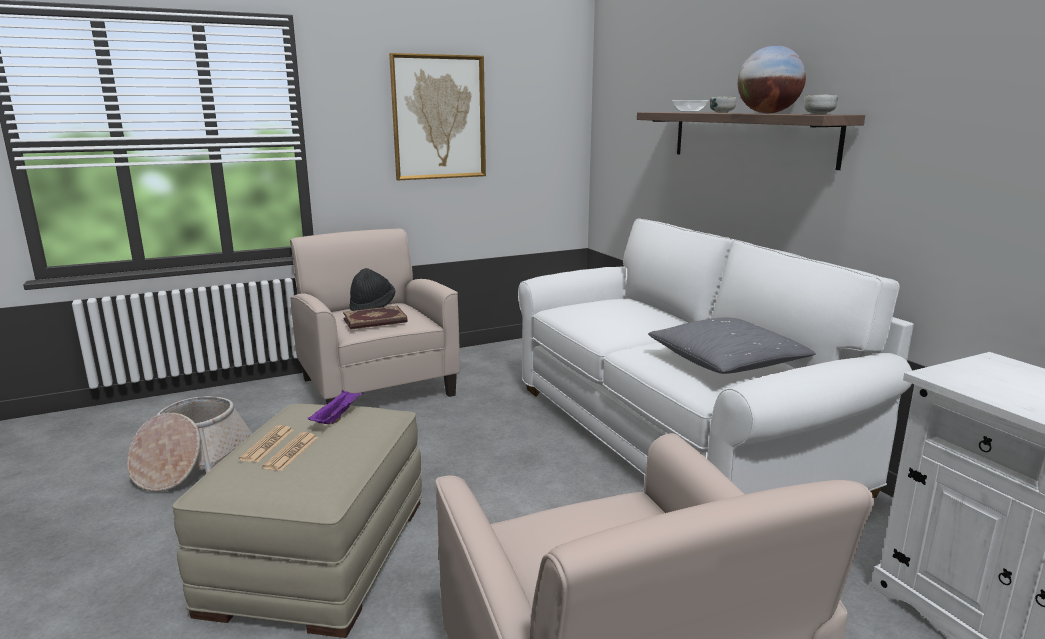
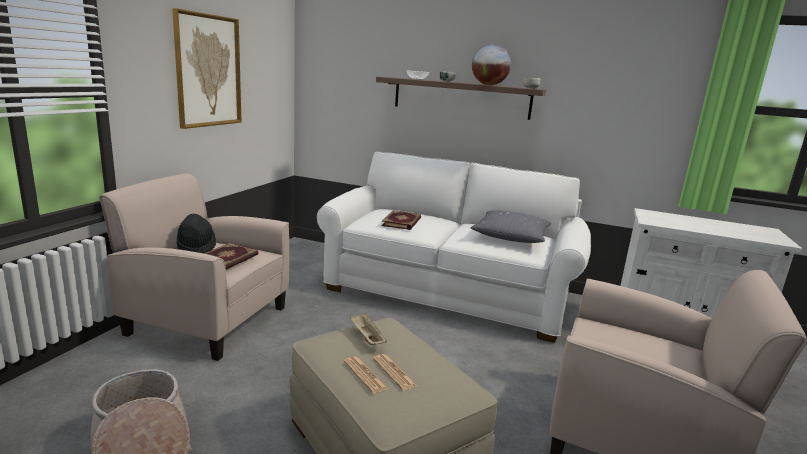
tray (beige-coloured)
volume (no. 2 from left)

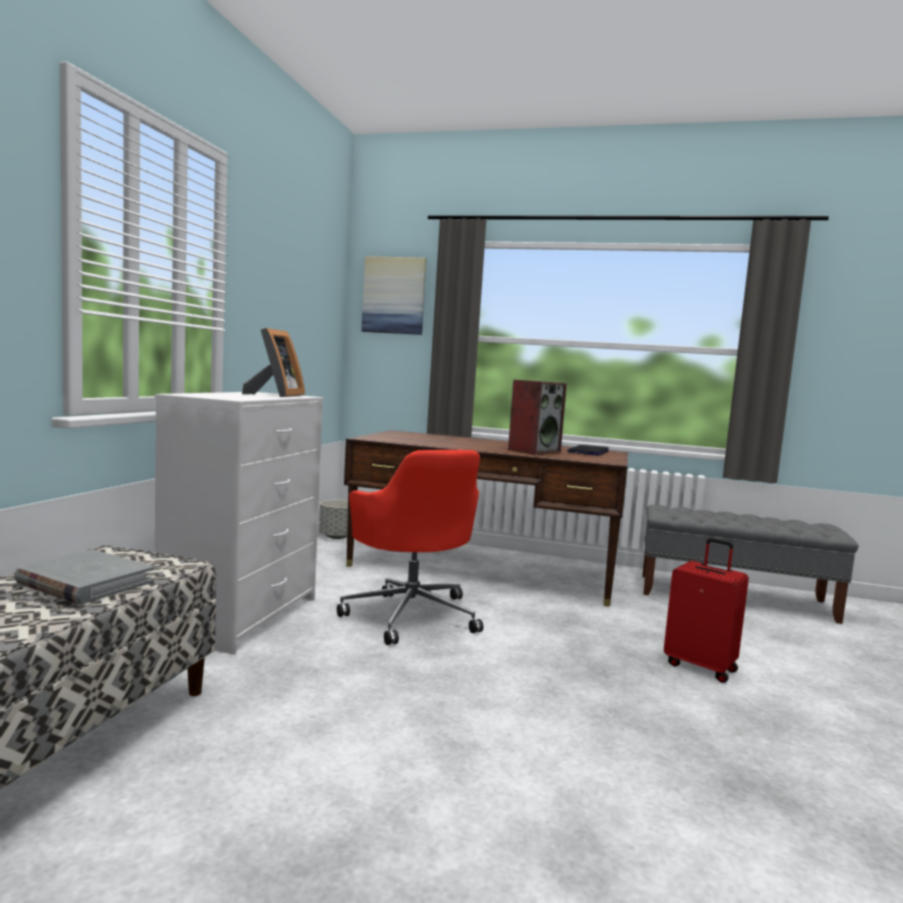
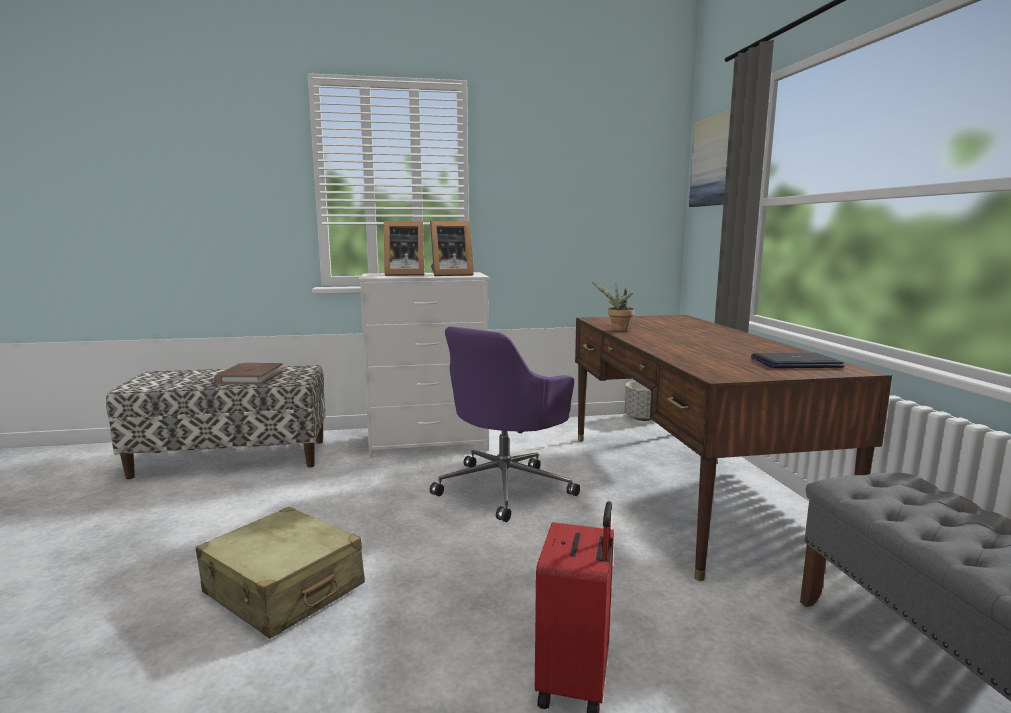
piece of luggage (beige-coloured)
volume (brownish)
standing frame (no. 1 from left)
desk chair (purplish)
potted plant
speaker

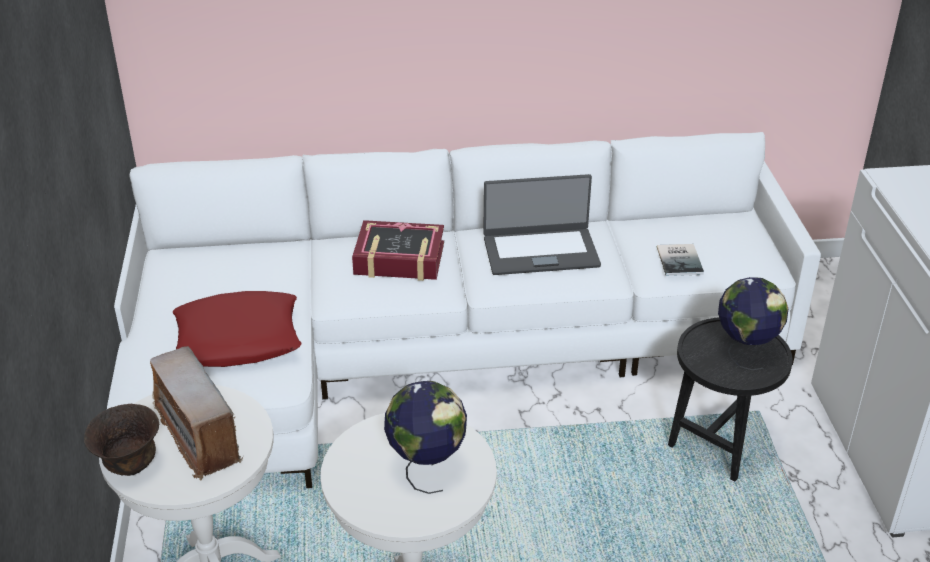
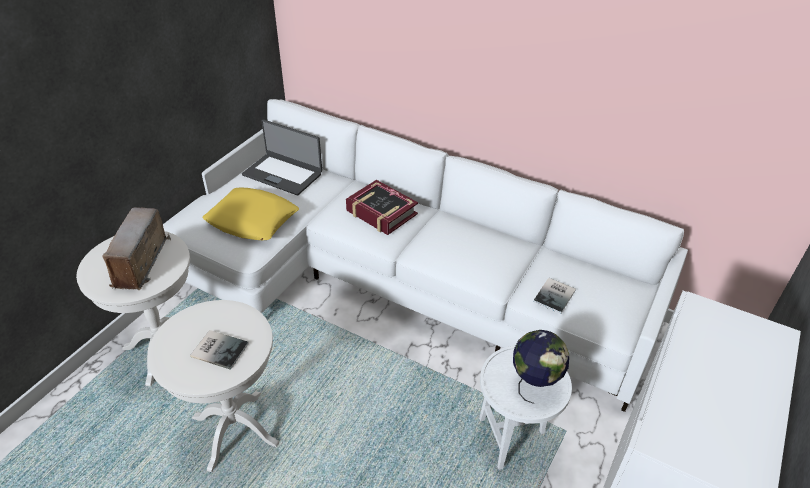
volume (no. 1 from left)
pillow (yellow-coloured)
laptop
accent table (white-coloured) (no. 3 from left)
serving bowl (brownish)

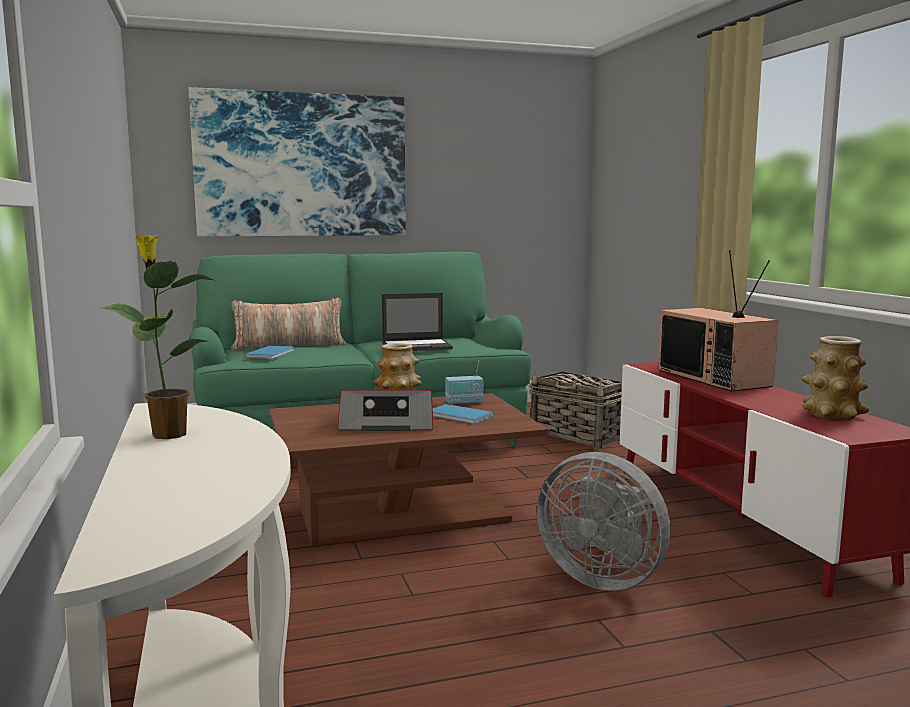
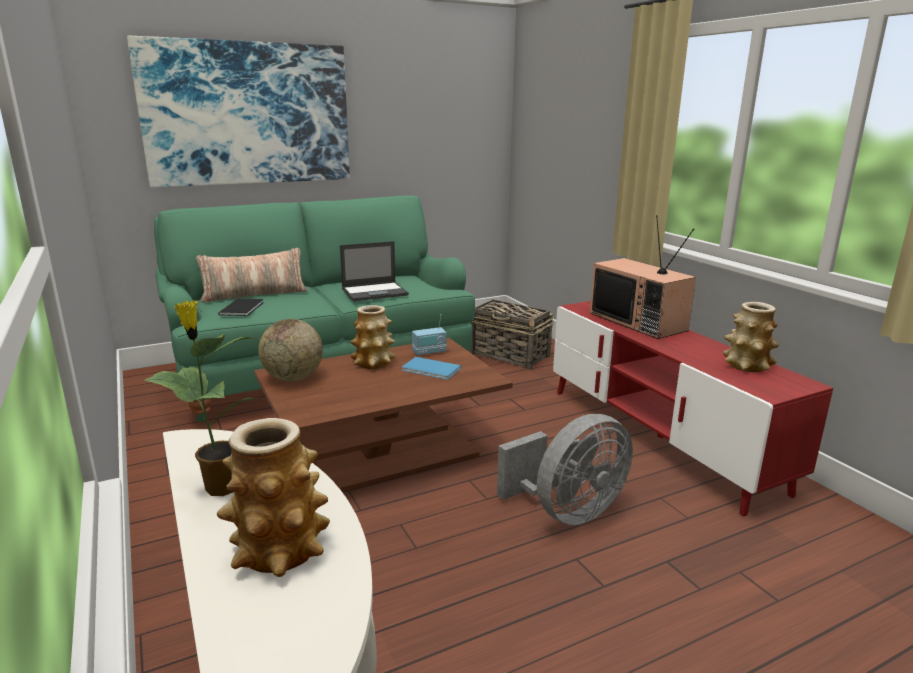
flower vase (no. 1 from left)
volume (black)
desk globe
electric fan (greyish)
radio receiver (no. 1 from left in the first image)

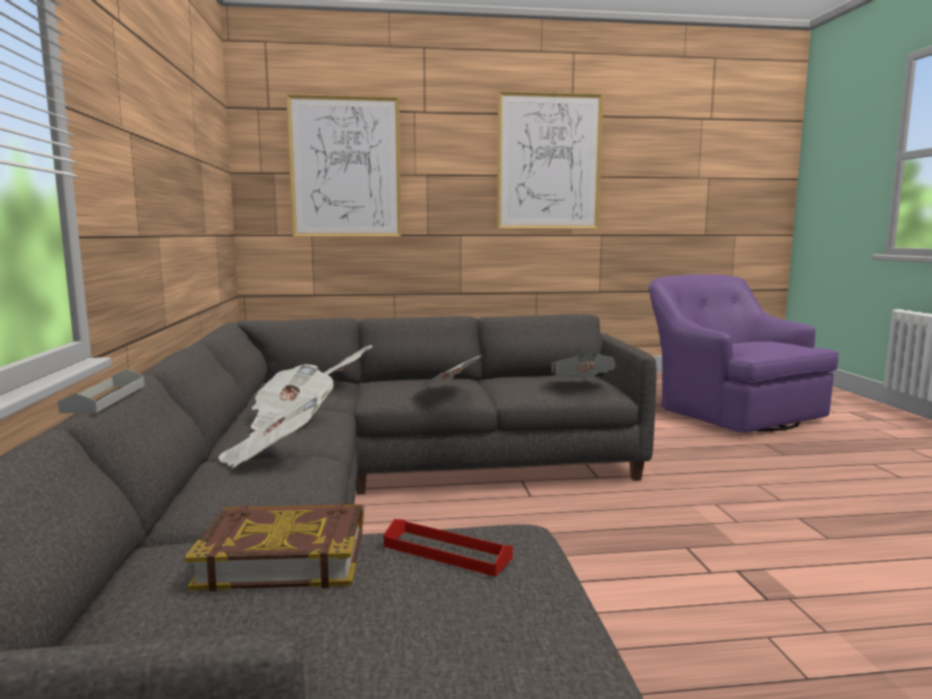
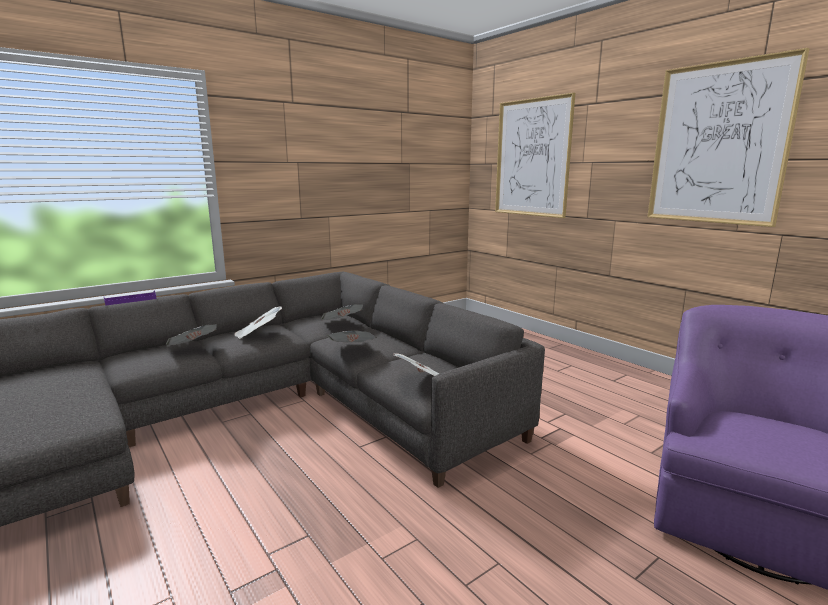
tray (purplish)
volume
tray (red)

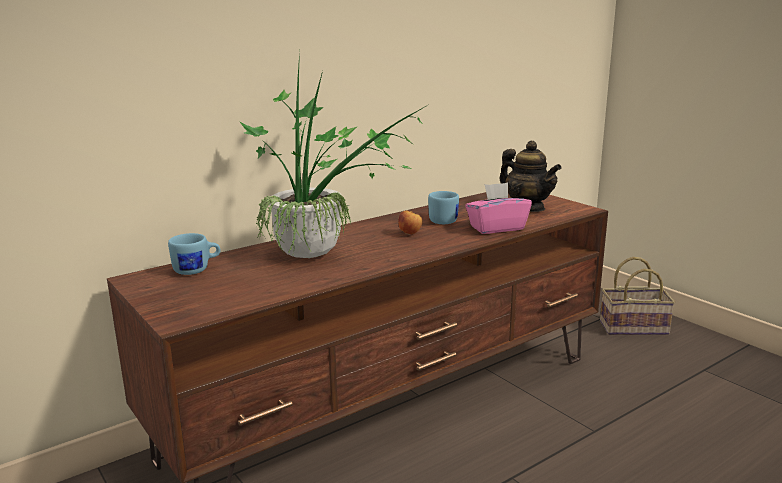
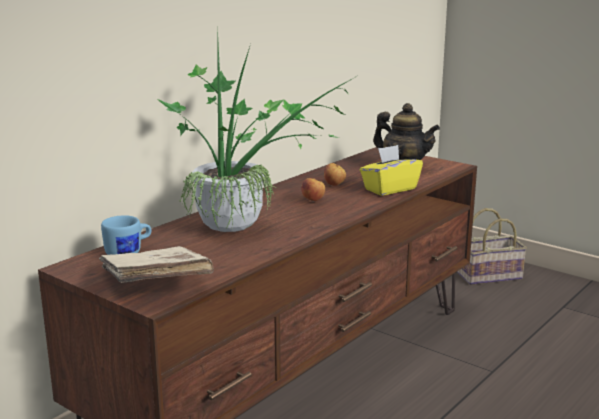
volume (beige-coloured)
whole apple (no. 2 from left)
tissue holder (yellow-coloured)

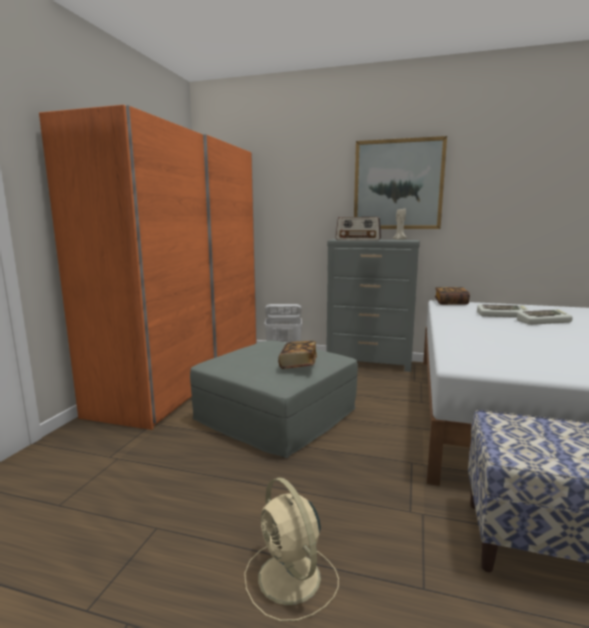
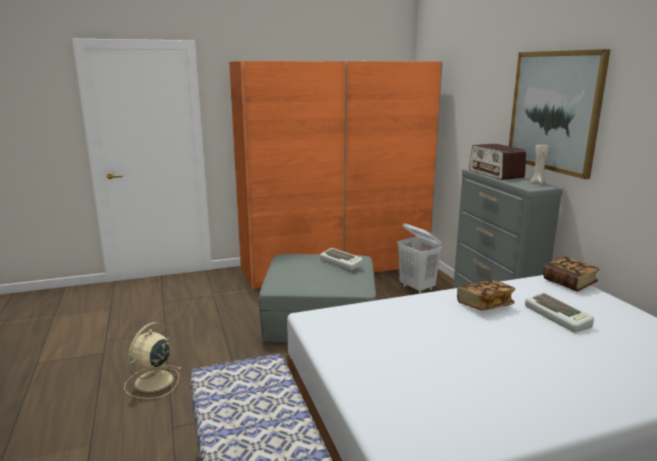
computer keyboard (no. 1 from left)
volume (no. 1 from left)

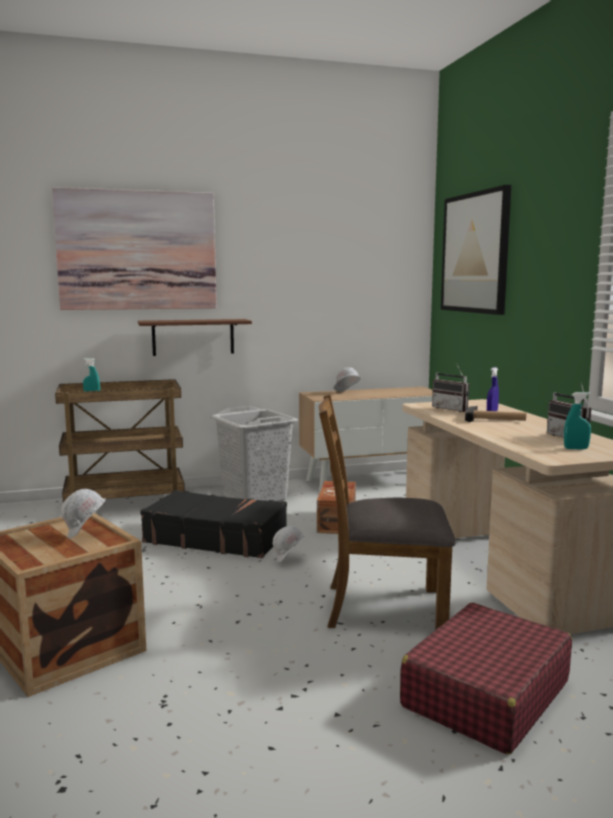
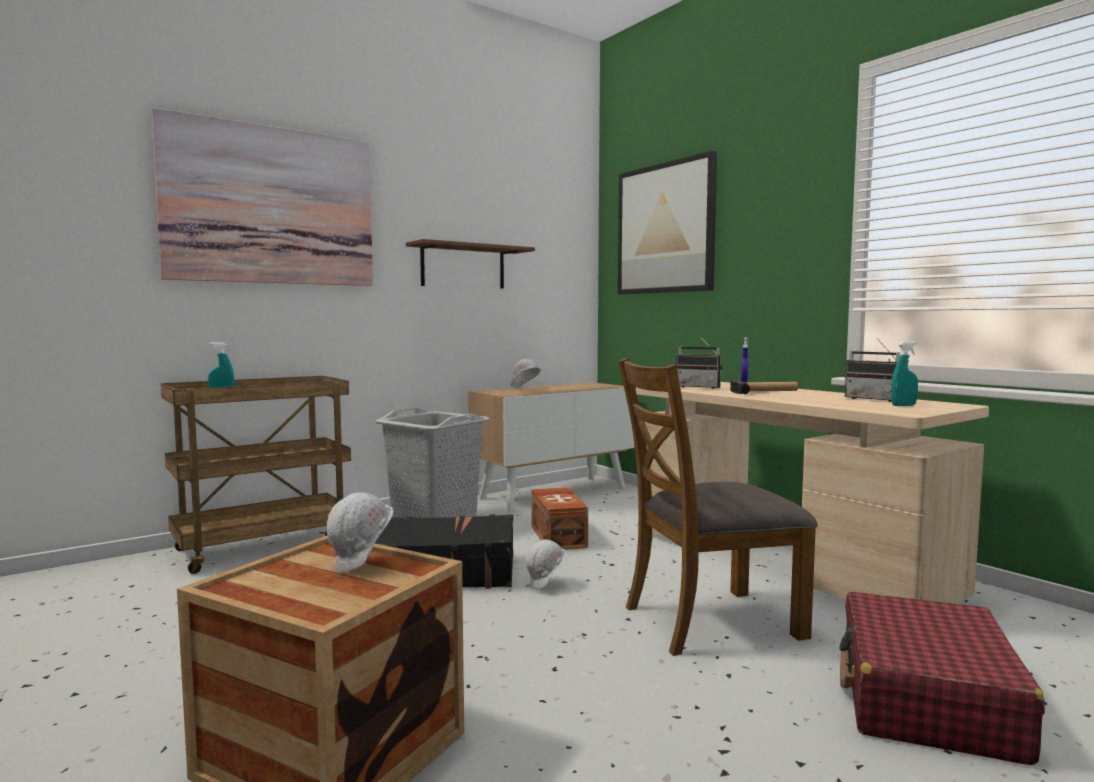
bracket shelf (brownish)

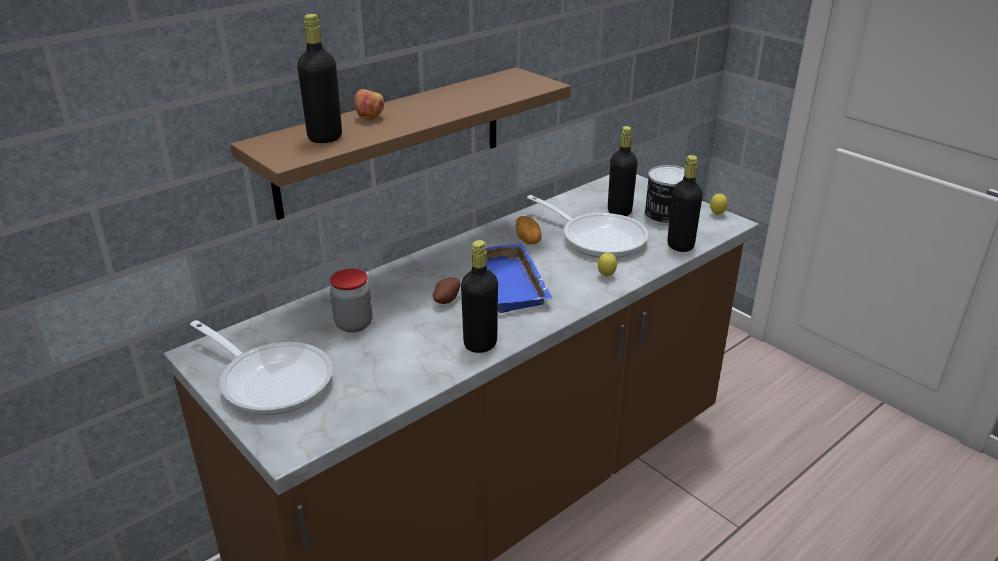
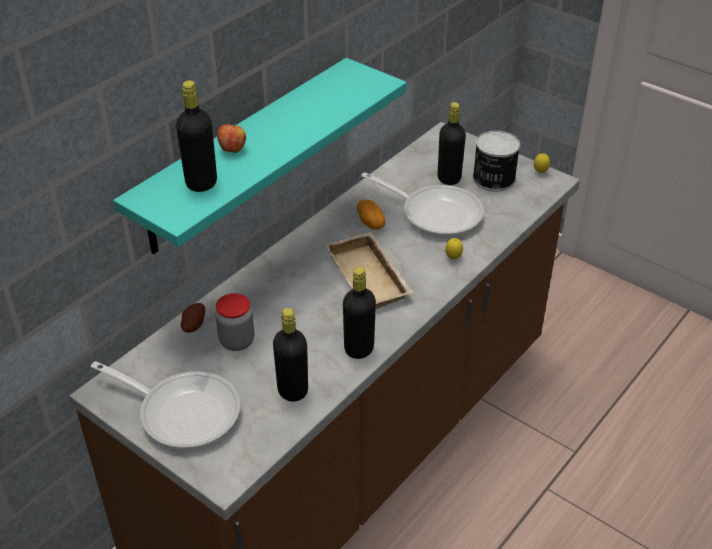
bracket shelf (blue-green)
whole potato (no. 1 from left)
drink bottle (black) (no. 2 from left)
tray (beige-coloured)

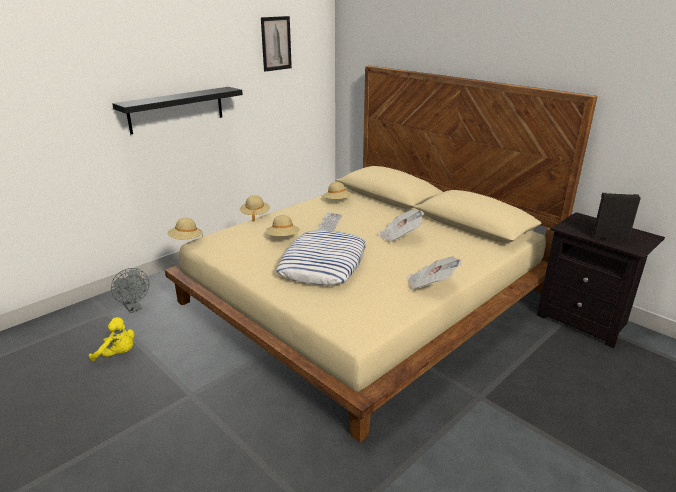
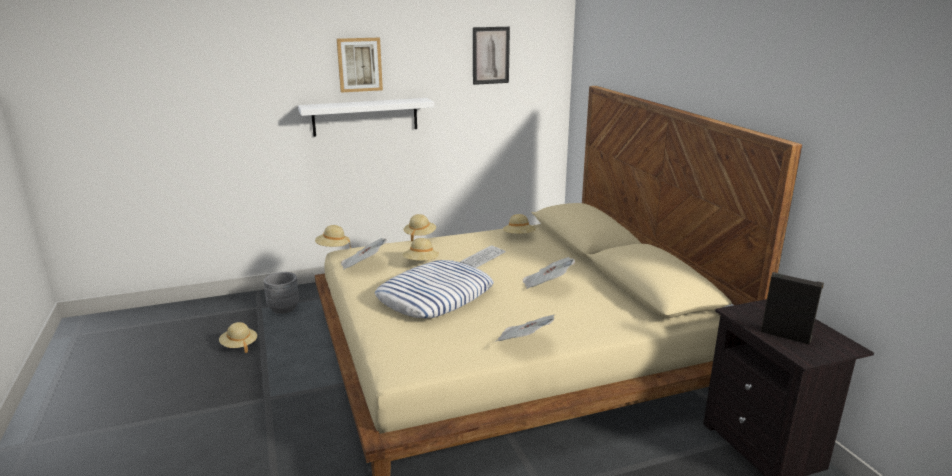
wearable hat (beige-coloured) (no. 1 from left)
flower pot (greyish)
bracket shelf (white-coloured)
picture (no. 1 from left)
daily paper (no. 1 from left)

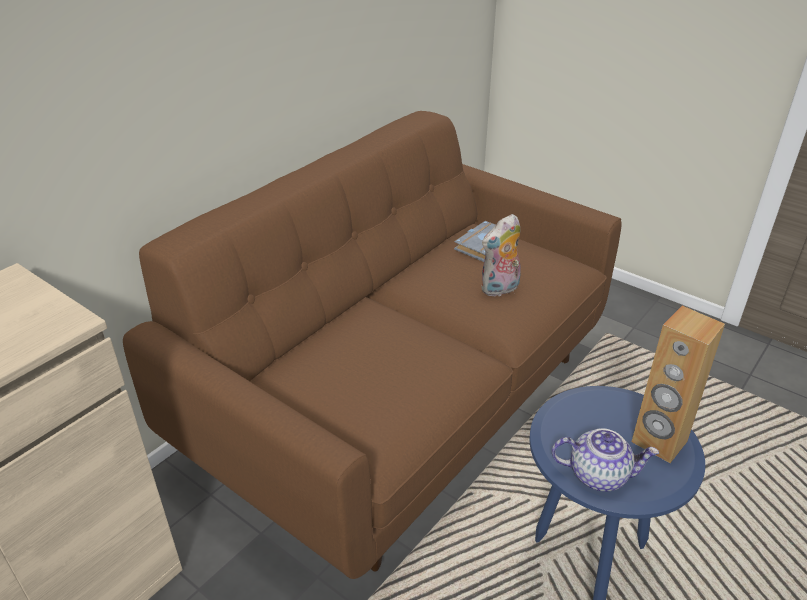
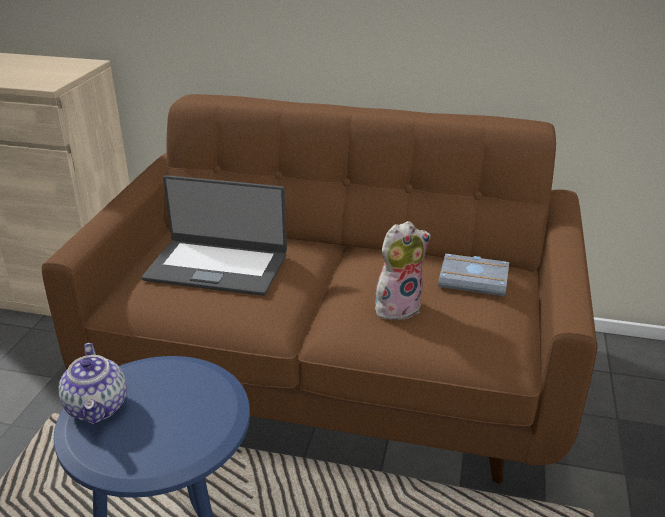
laptop
plush toy
speaker (brownish)

